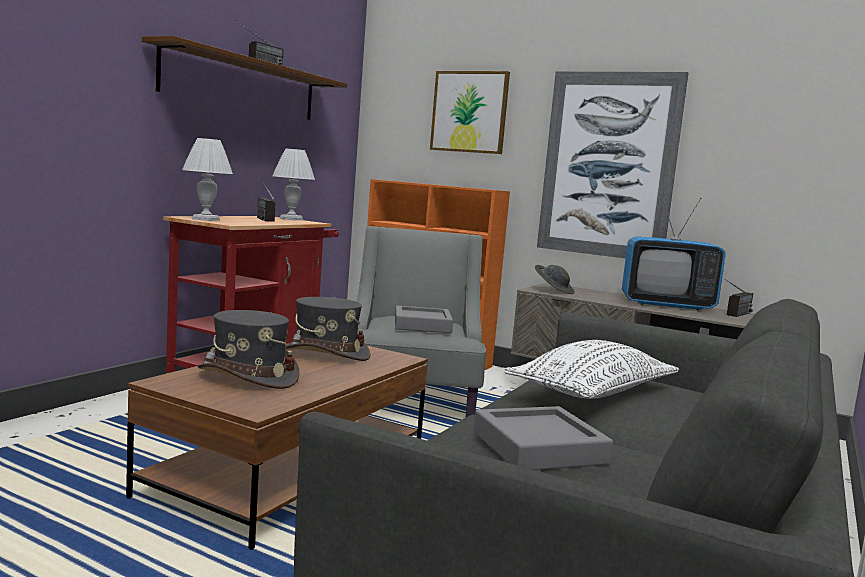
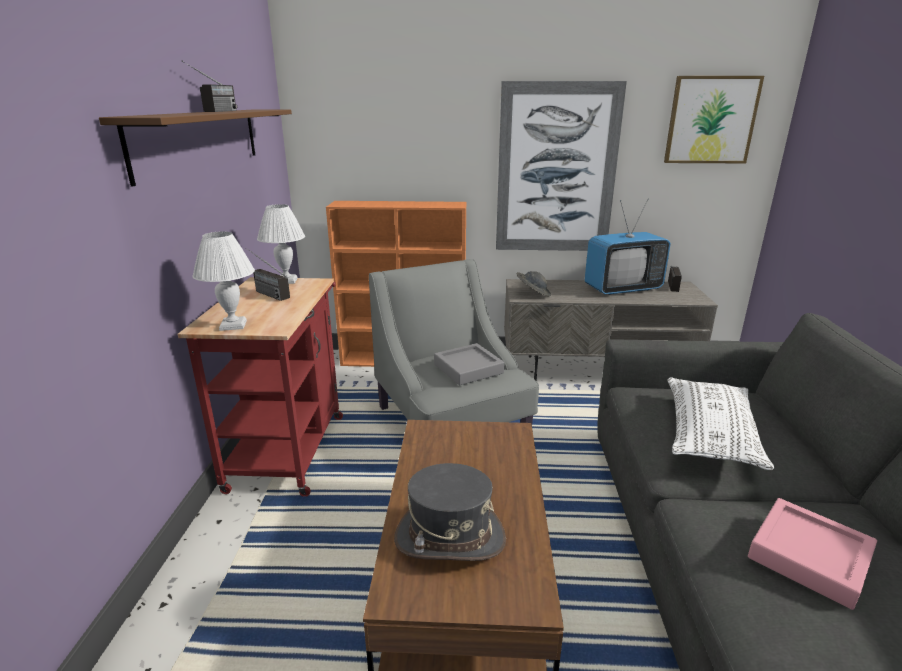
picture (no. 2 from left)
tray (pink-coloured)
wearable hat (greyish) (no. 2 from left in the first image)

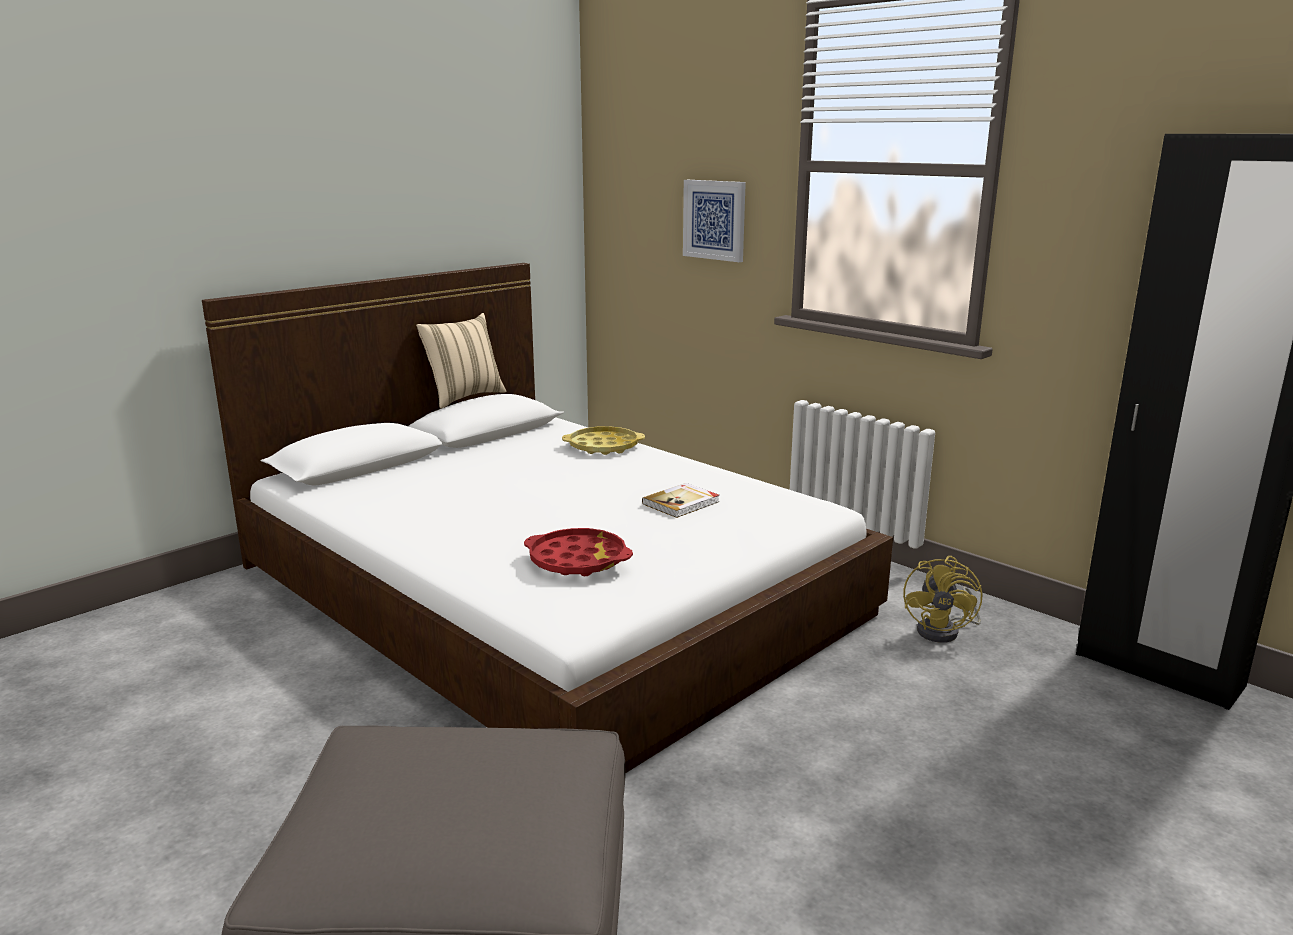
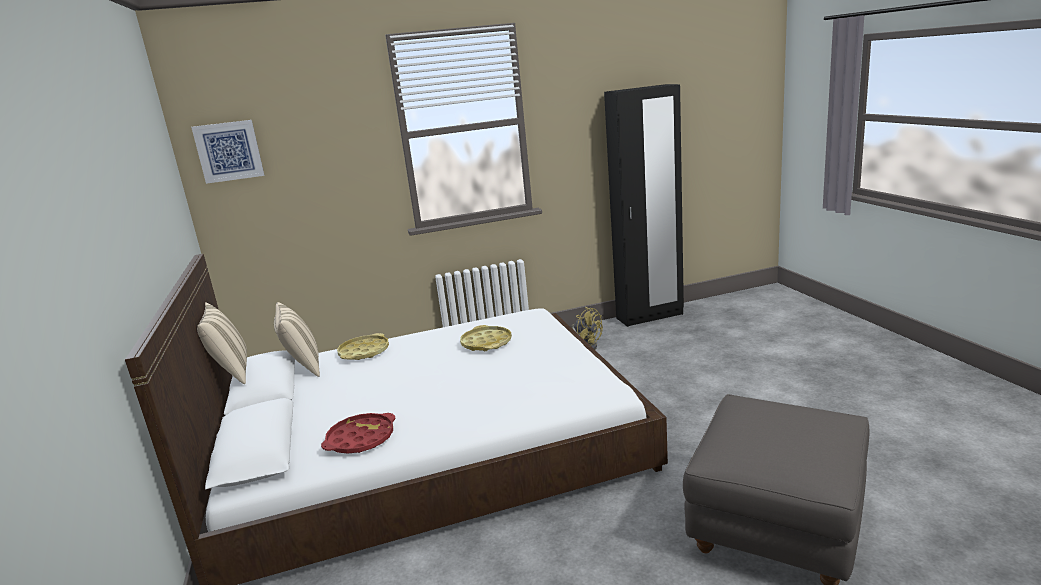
picture
pillow (beige-coloured) (no. 2 from left)
tray (red)
tray (yellow-coloured) (no. 2 from left)

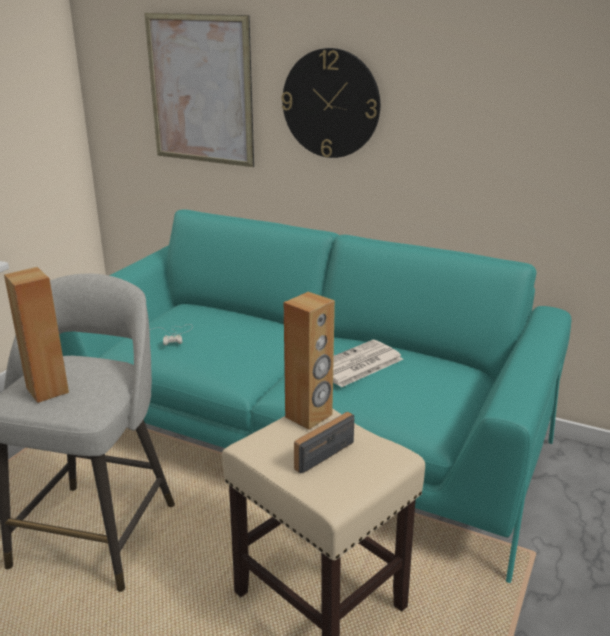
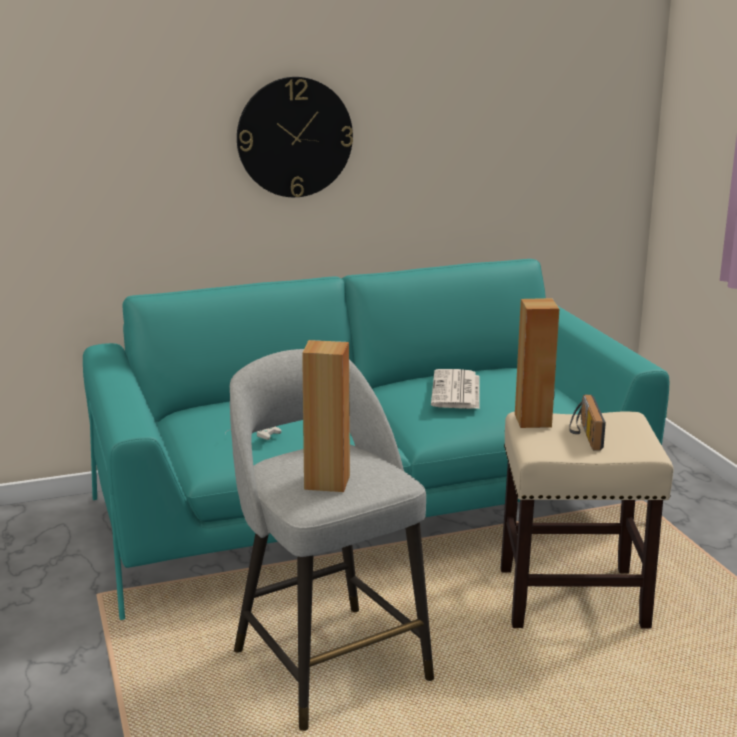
picture

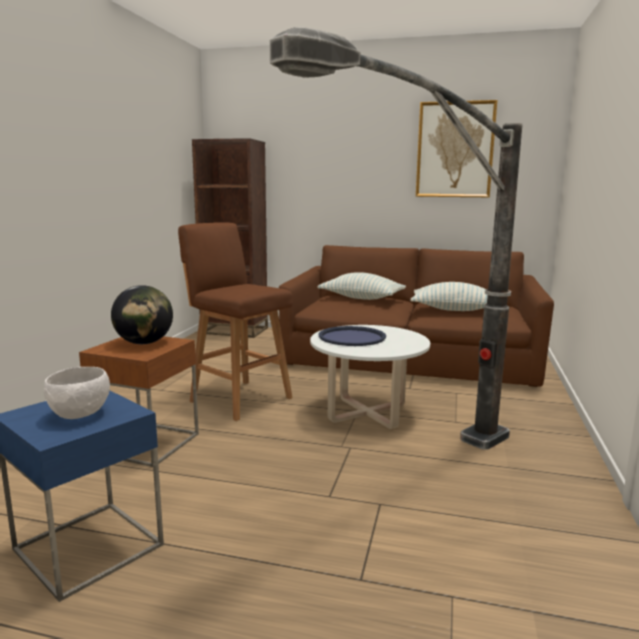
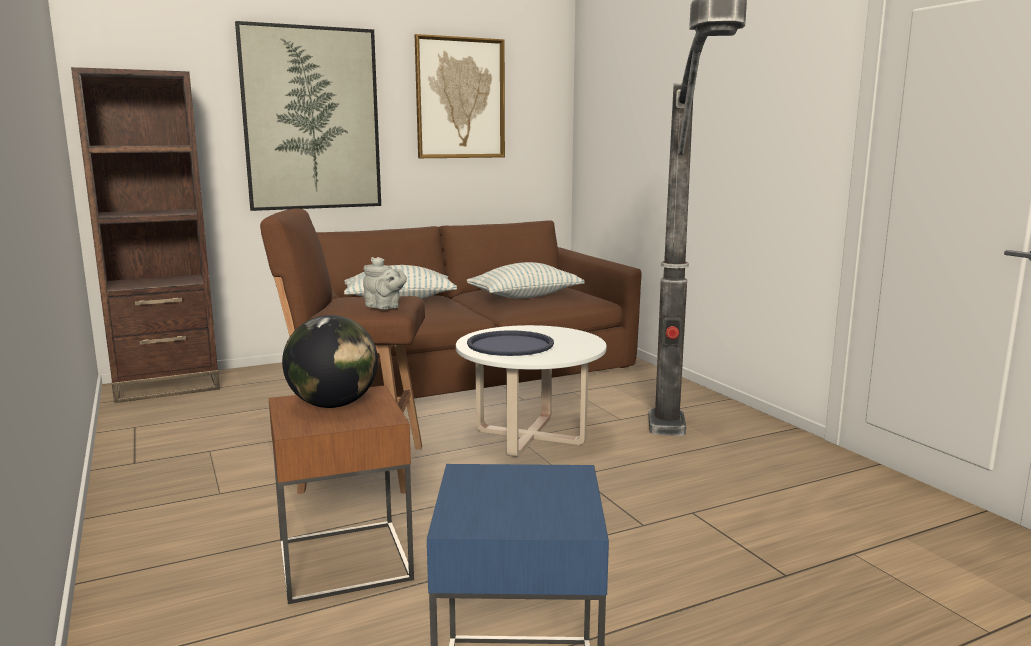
picture (no. 1 from left)
pot for tea (greyish)
serving bowl (white-coloured)

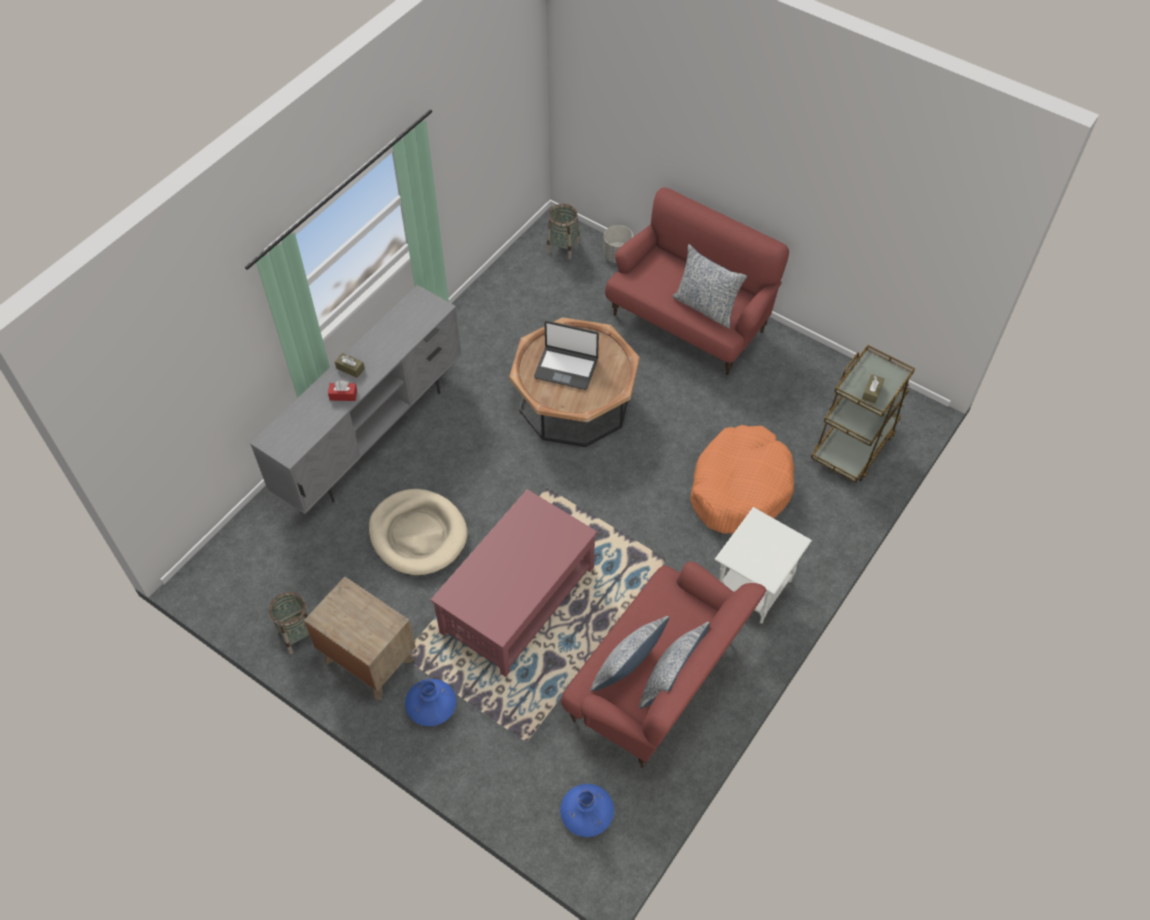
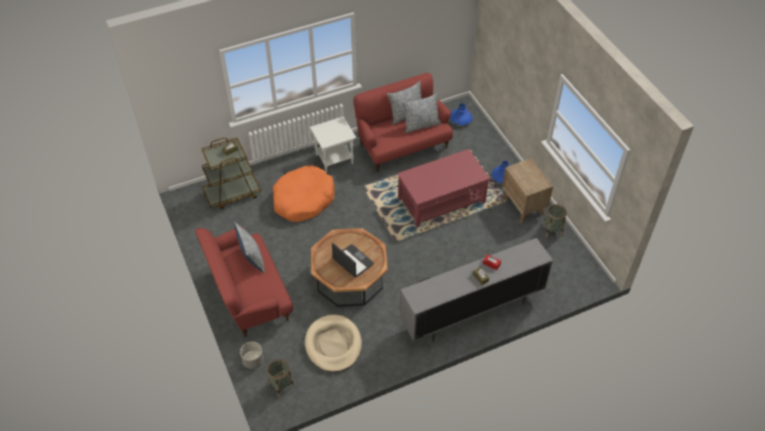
dog cushion (beige-coloured)

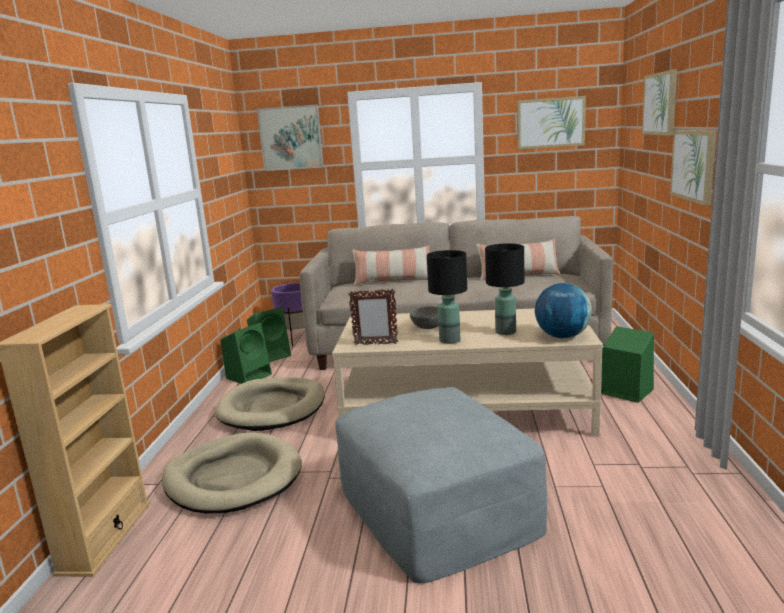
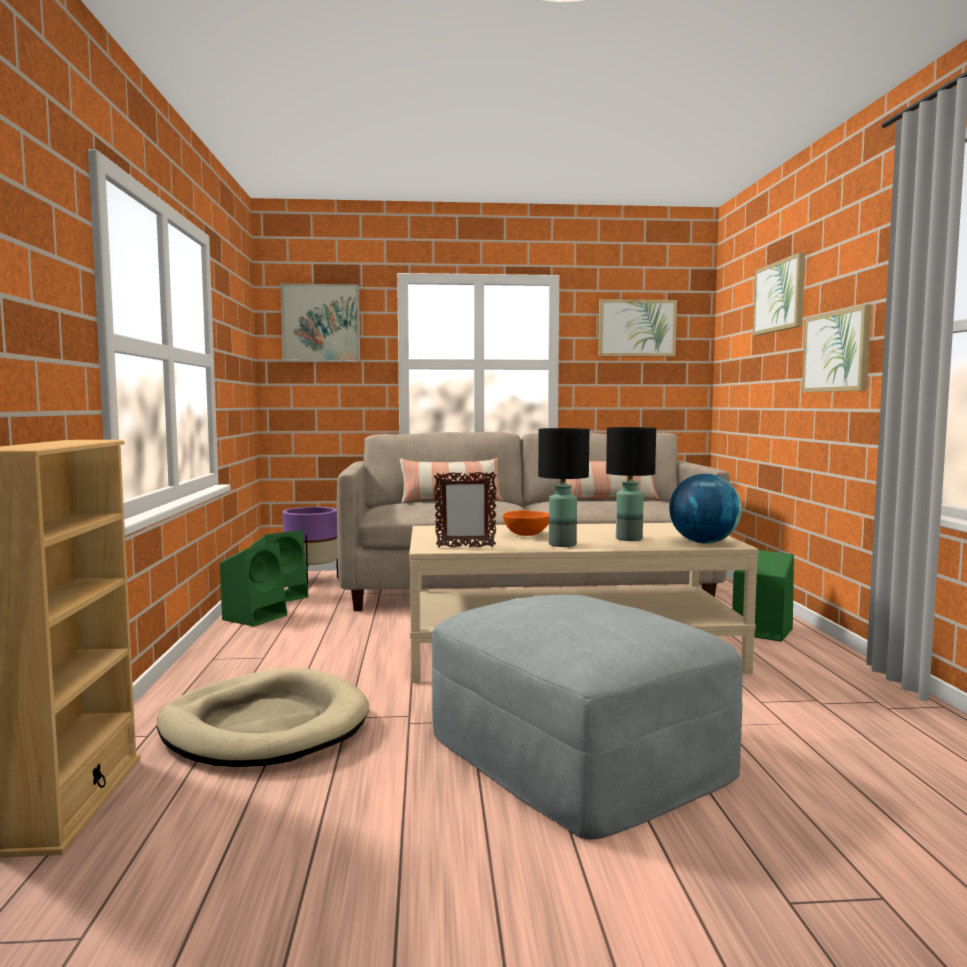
serving bowl (orange)
dog cushion (beige-coloured) (no. 2 from left in the first image)

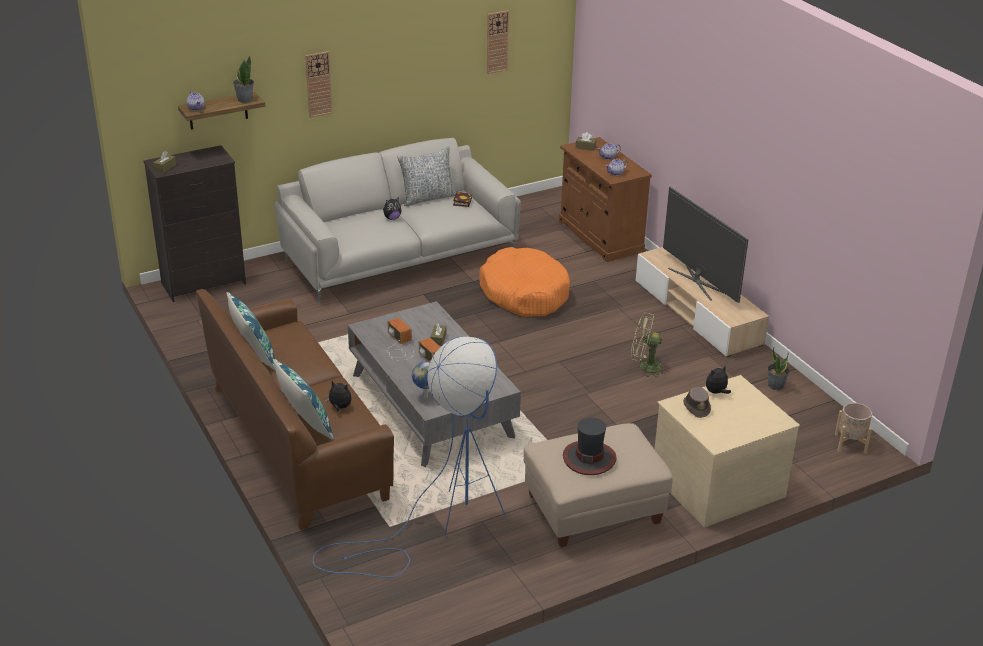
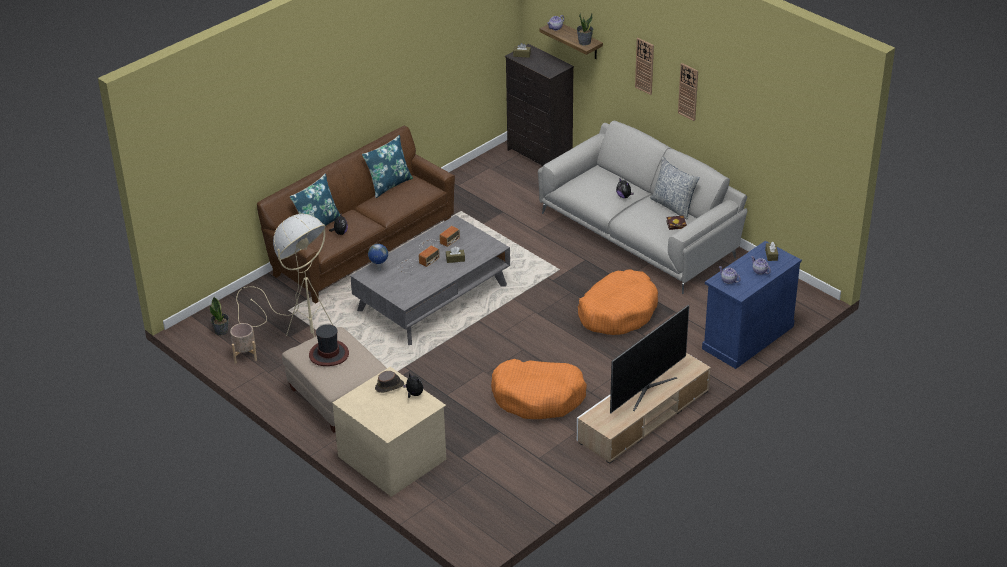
potted plant (no. 1 from left)
flower pot (beige-coloured)
standing lamp (beige-coloured)
dog cushion (orange) (no. 1 from left)
hanging clock (no. 2 from left)
cupboard (bluish)

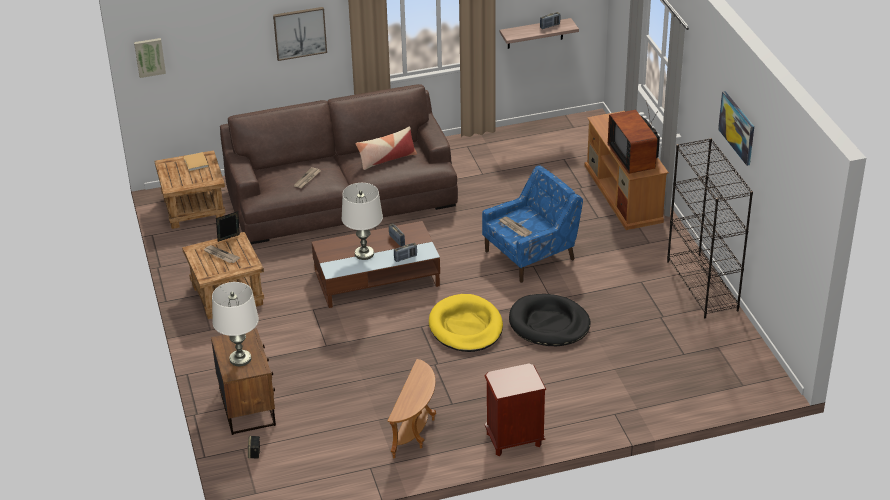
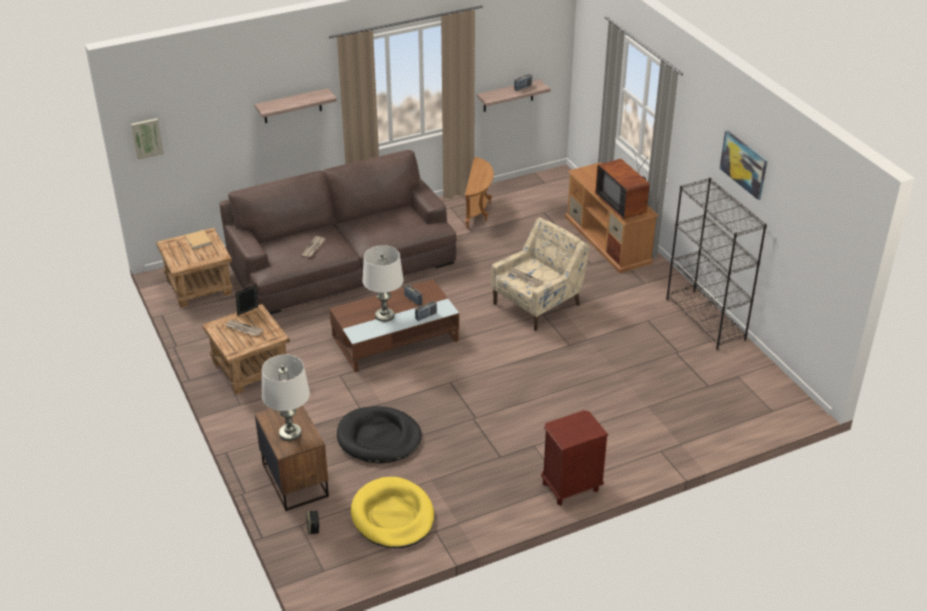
bracket shelf (no. 1 from left)
dog cushion (black)
dog cushion (yellow-coloured)
accent table (brownish) (no. 3 from left)
armchair (beige-coloured)
pillow

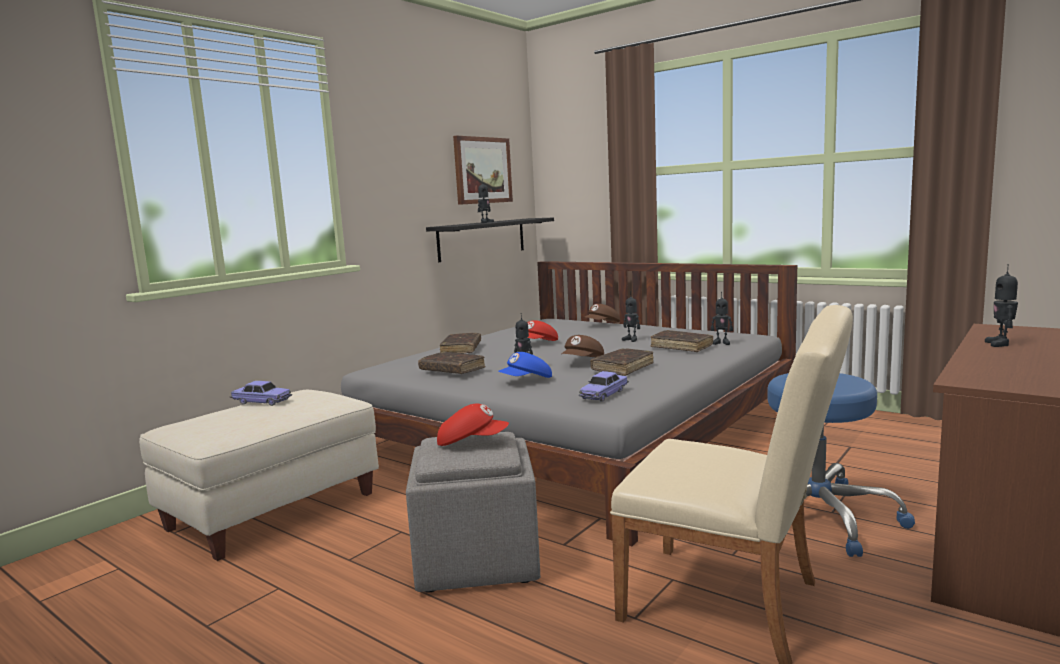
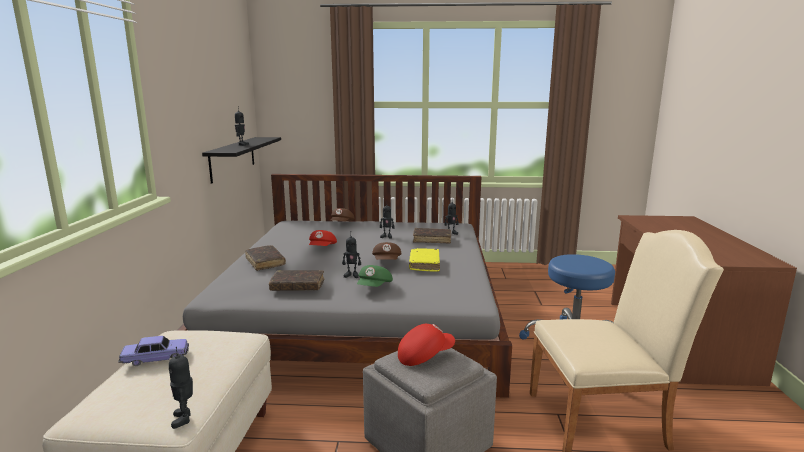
model robot (no. 1 from left)
cap (green-coloured)
volume (yellow-coloured)
picture
toy car (no. 2 from left in the first image)

